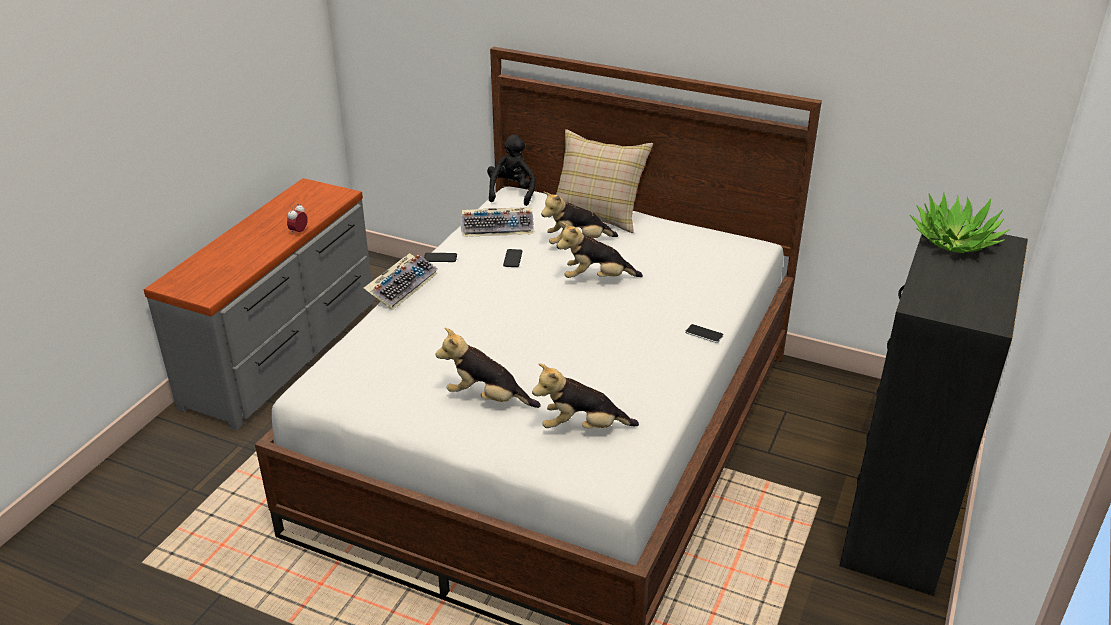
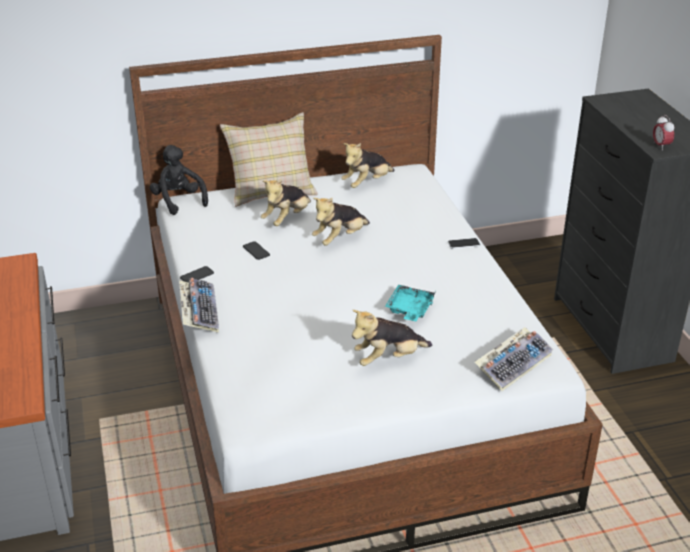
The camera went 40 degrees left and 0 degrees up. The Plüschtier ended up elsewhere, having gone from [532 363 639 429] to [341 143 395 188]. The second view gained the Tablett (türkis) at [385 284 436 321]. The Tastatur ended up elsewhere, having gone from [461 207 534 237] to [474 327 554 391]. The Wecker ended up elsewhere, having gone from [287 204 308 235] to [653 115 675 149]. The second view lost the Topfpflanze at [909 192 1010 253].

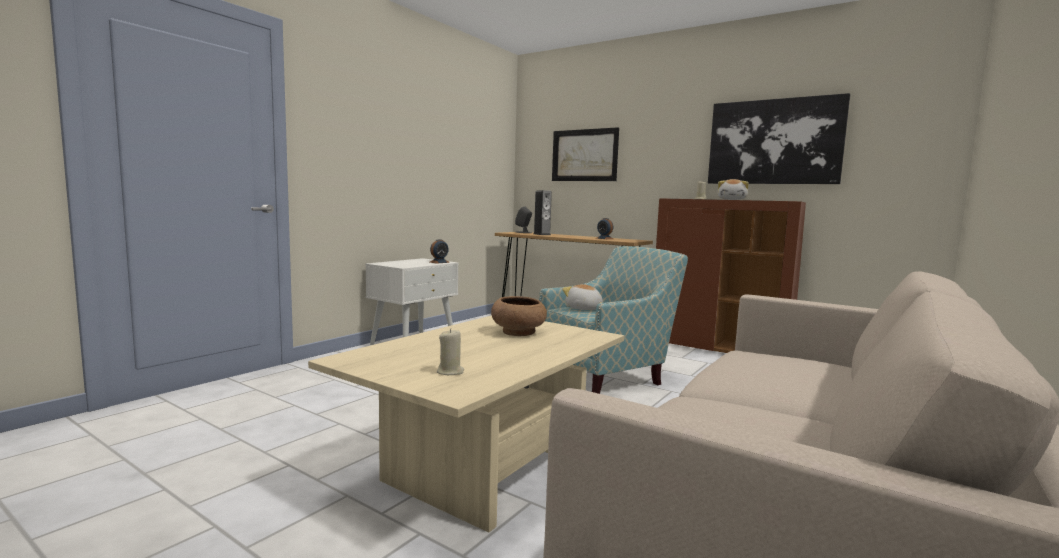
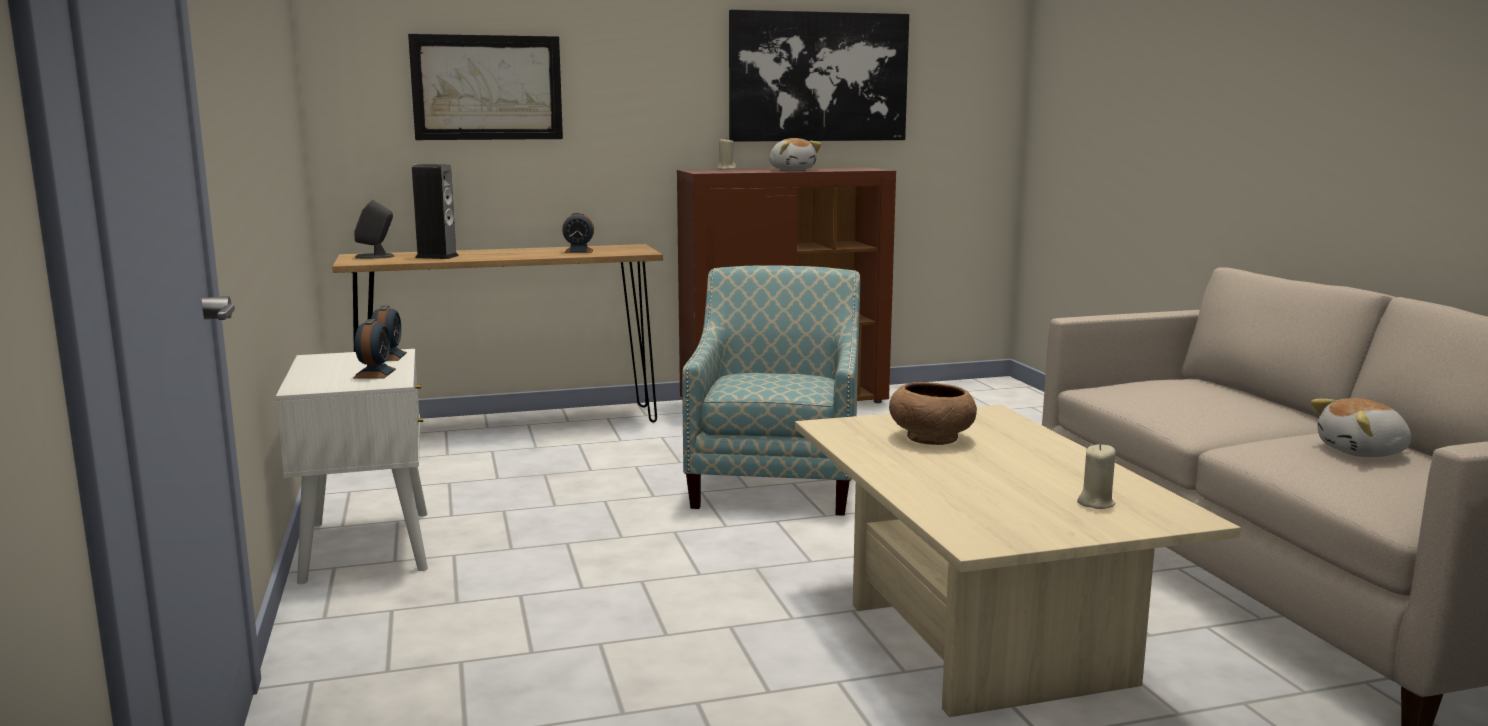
The camera went 50 degrees left and 5 degrees up. The second view gained the Wecker at [353 319 396 378]. The Plüschtier ended up elsewhere, having gone from [562 284 603 310] to [1311 398 1411 457].

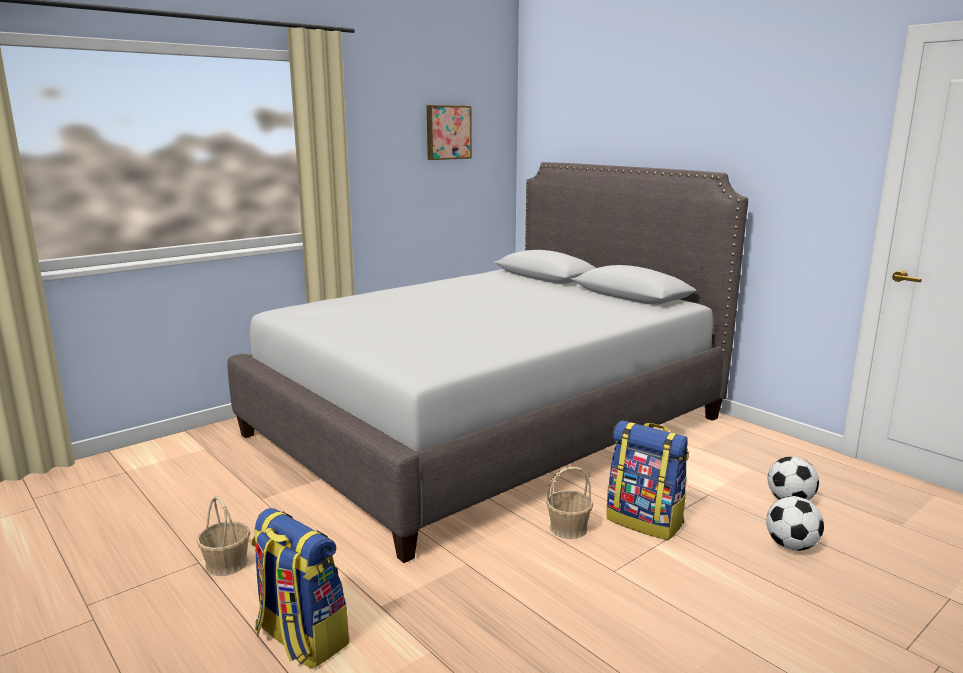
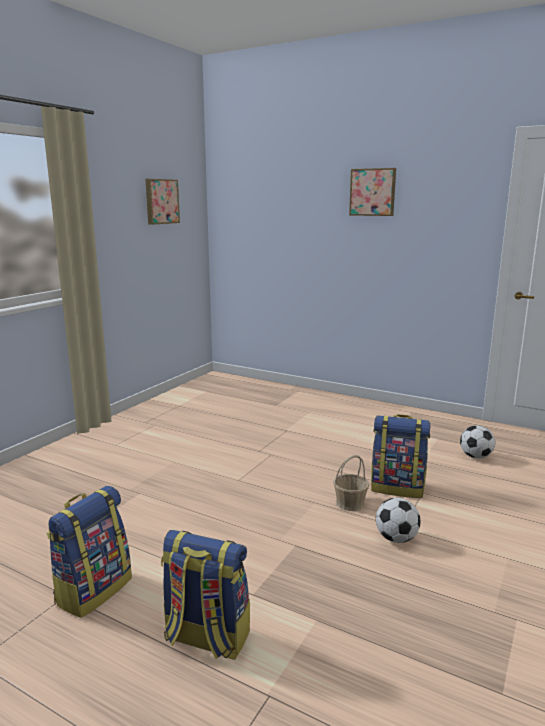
The camera went 20 degrees left and 0 degrees up. Where the Korb stood at [196 496 251 576], the Rucksack came to stand at [47 486 132 618]. The second view gained the Bild at [349 168 396 216]. The Fußball ended up elsewhere, having gone from [766 496 824 551] to [376 498 421 543]. The second view lost the Bett (grau) at [227 162 748 563].

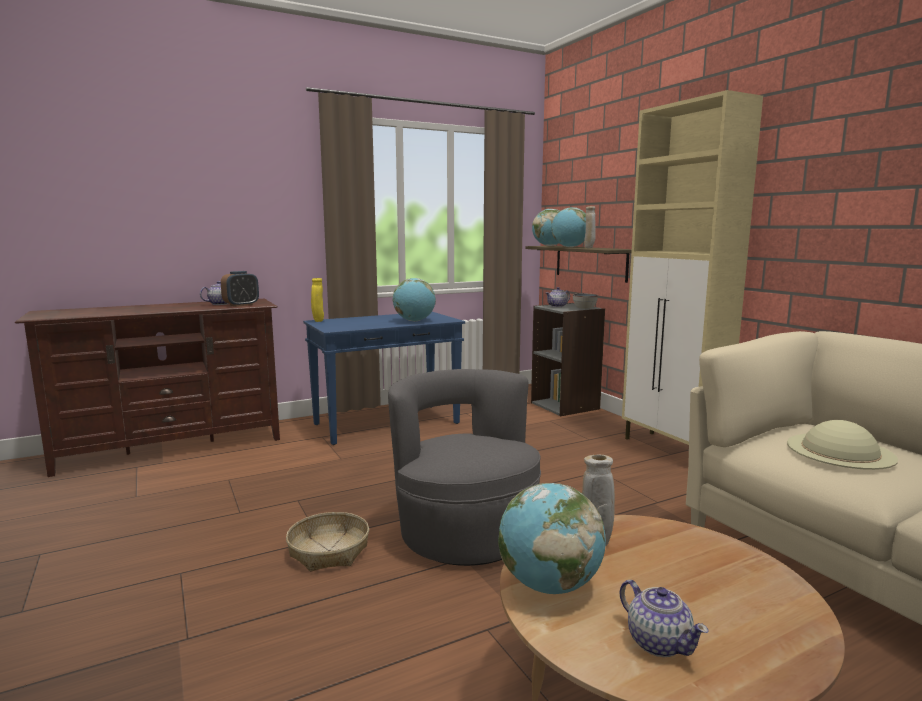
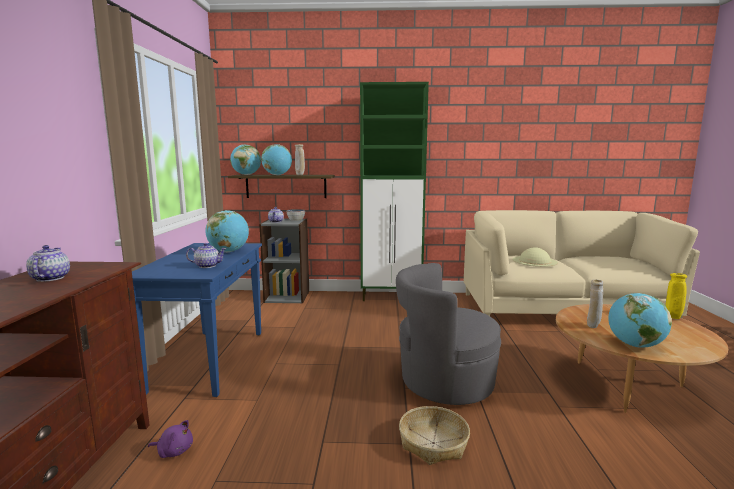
The camera went 60 degrees left and 0 degrees up. The second view gained the Plüschtier (lila) at [148 420 193 458]. The Teekanne ended up elsewhere, having gone from [619 580 709 657] to [186 243 227 268]. What was the Schrank (beige) at [622 90 763 445] turned into the Schrank (grün) at [360 82 429 301]. The Vase (gelb) ended up elsewhere, having gone from [311 278 324 322] to [665 273 687 319]. The second view lost the Wecker at [221 271 259 307].

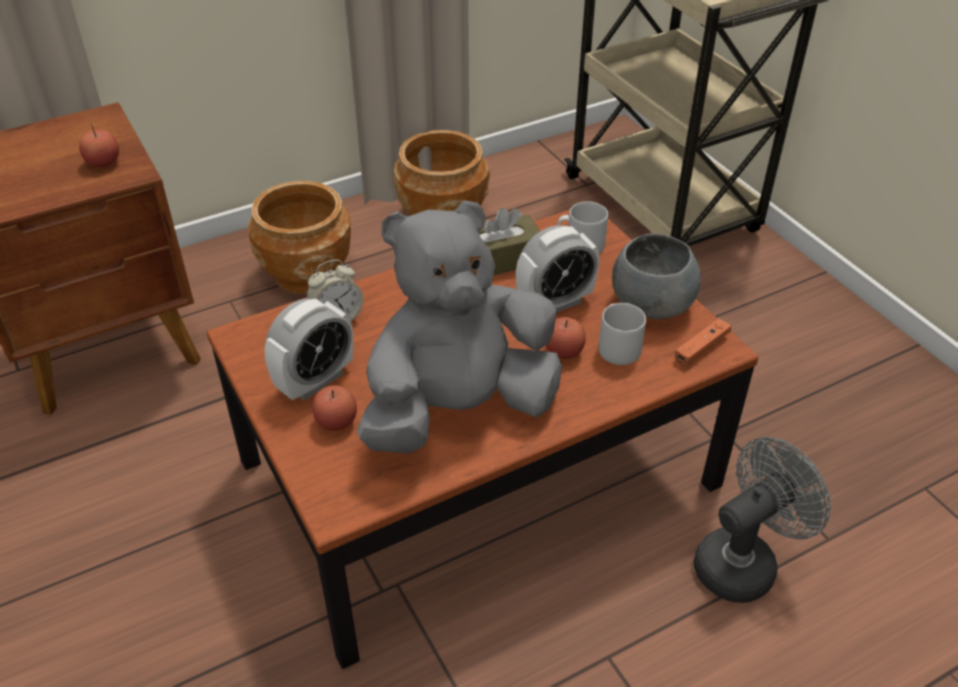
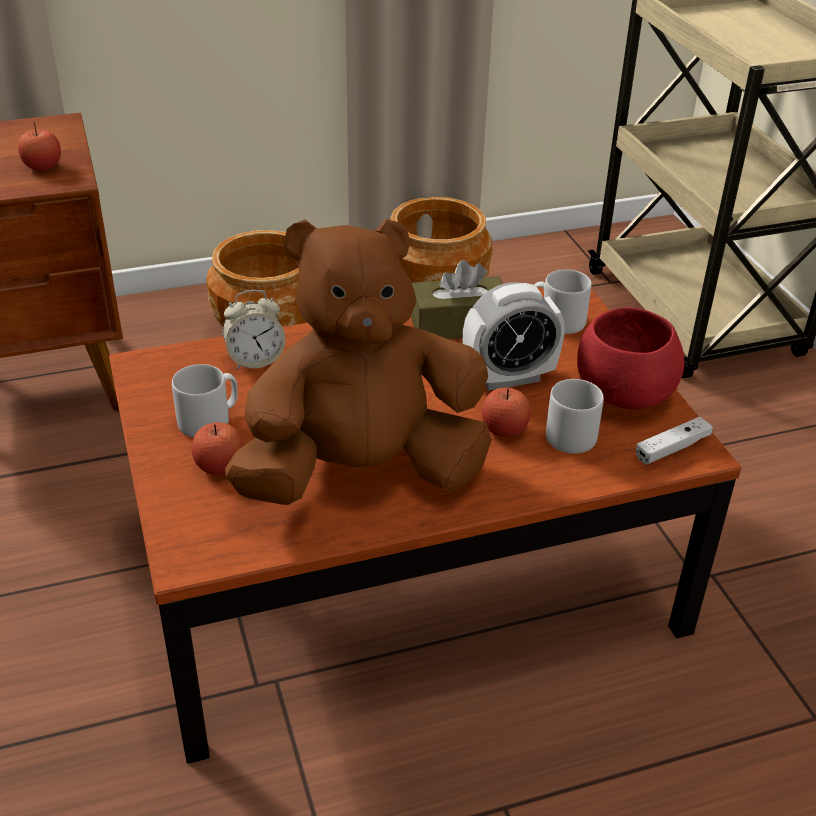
The camera went 10 degrees right and 5 degrees down. Where the Wecker stood at [264 298 353 400], the Henkelbecher (grau) came to stand at [172 364 238 438]. What was the Plüschtier (grau) at [357 200 562 453] turned into the Plüschtier (braun) at [225 219 492 505]. What was the Schüssel (grau) at [612 234 701 319] turned into the Schüssel (rot) at [577 307 684 409]. What was the Gamepad (orange) at [675 318 731 366] turned into the Gamepad (weiß) at [636 417 713 465]. The second view lost the Ventilator (grau) at [693 437 831 603].

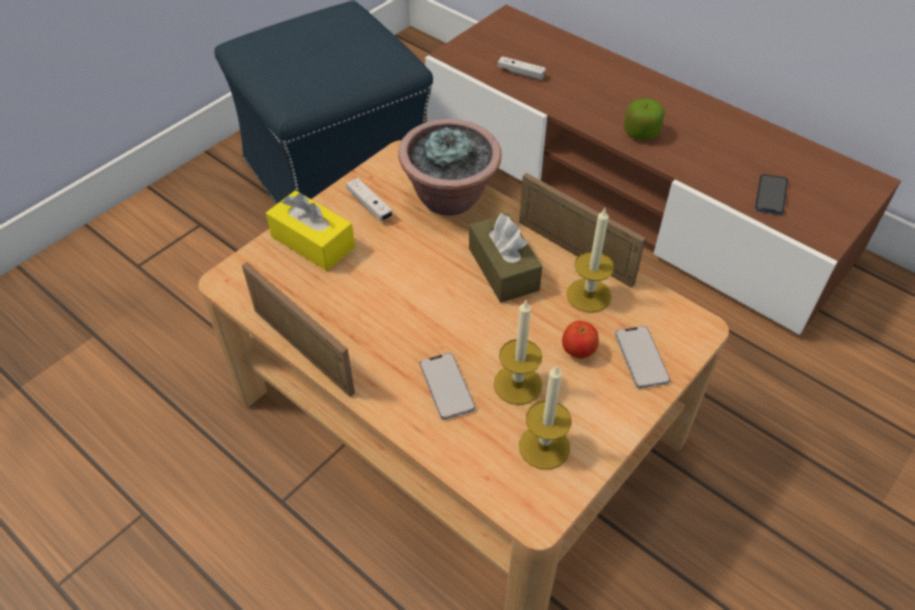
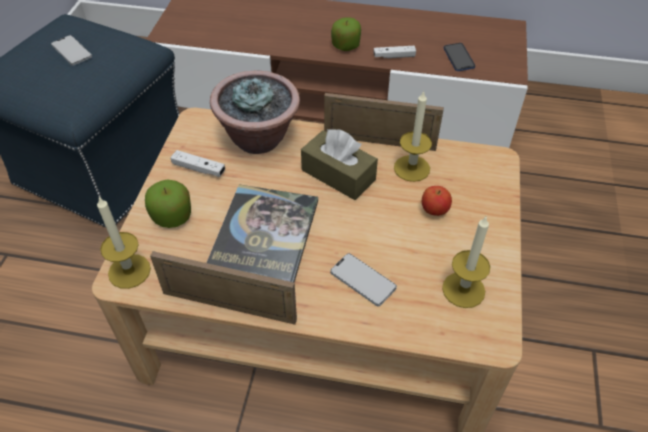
The camera went 30 degrees left and 0 degrees up. The Handy ended up elsewhere, having gone from [615 326 670 389] to [51 35 92 66]. The Kerze ended up elsewhere, having gone from [494 300 542 405] to [97 197 151 289]. Where the Taschentuchbox (gelb) stood at [266 190 355 271], the Apfel came to stand at [145 179 191 228]. The second view gained the Buch at [207 185 318 283]. The Gamepad (weiß) ended up elsewhere, having gone from [498 56 546 80] to [373 46 416 58].

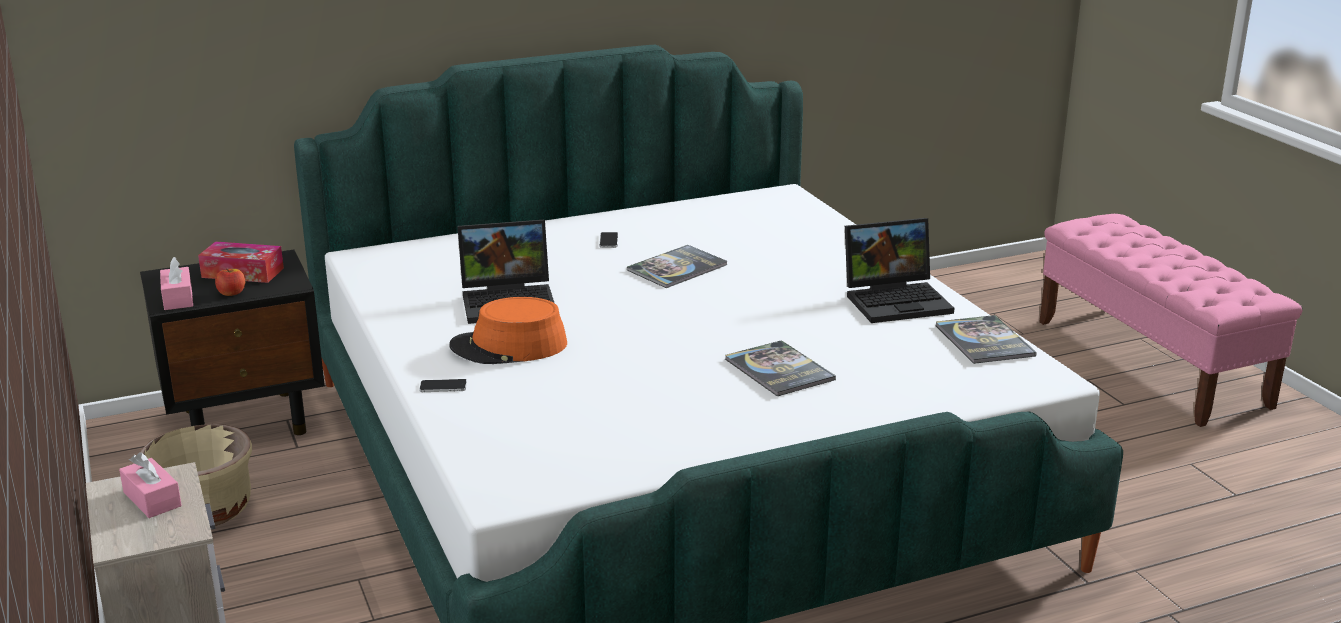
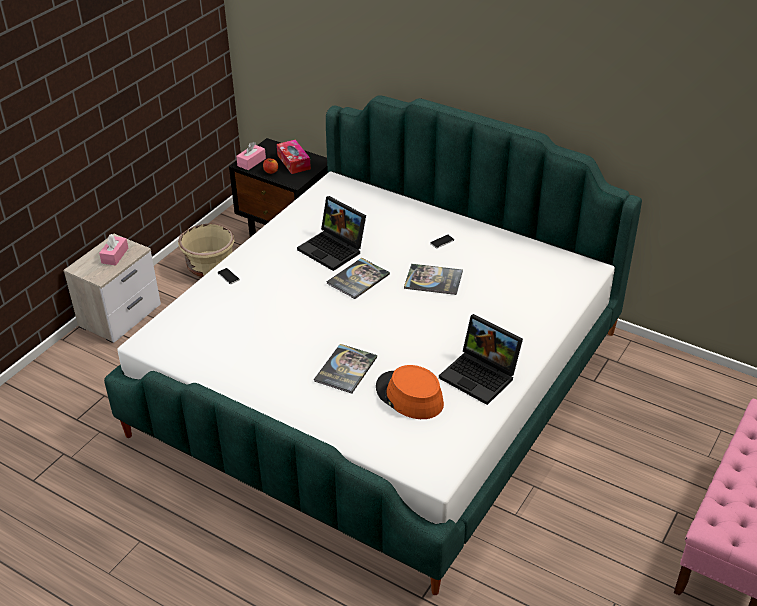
The camera went 55 degrees right and 15 degrees up. The Buch ended up elsewhere, having gone from [935 315 1037 364] to [326 258 390 299]. The Hut (orange) ended up elsewhere, having gone from [449 297 567 364] to [376 365 444 419].

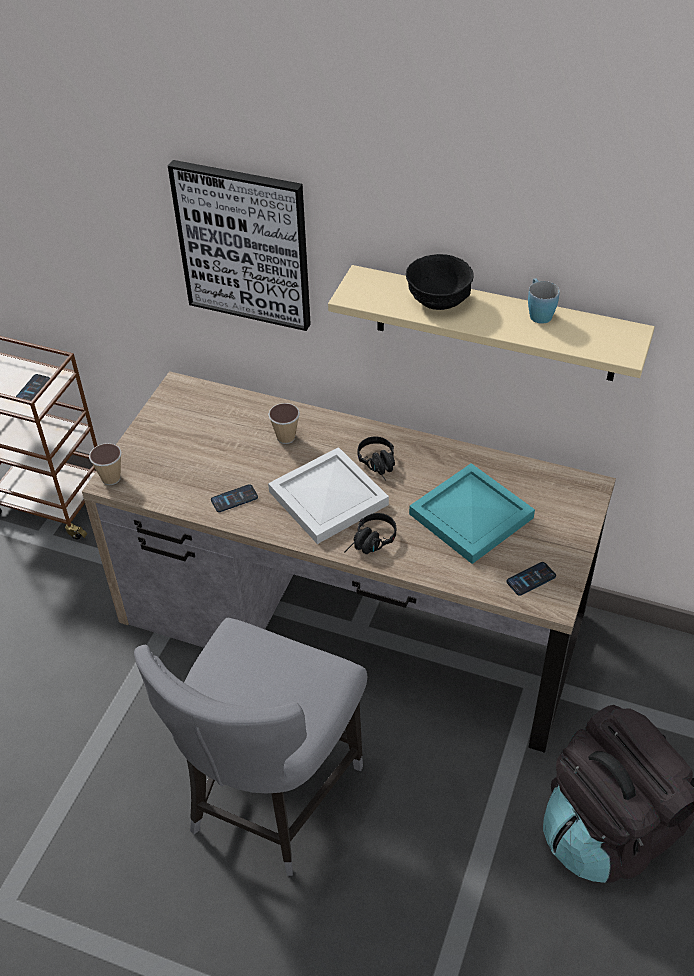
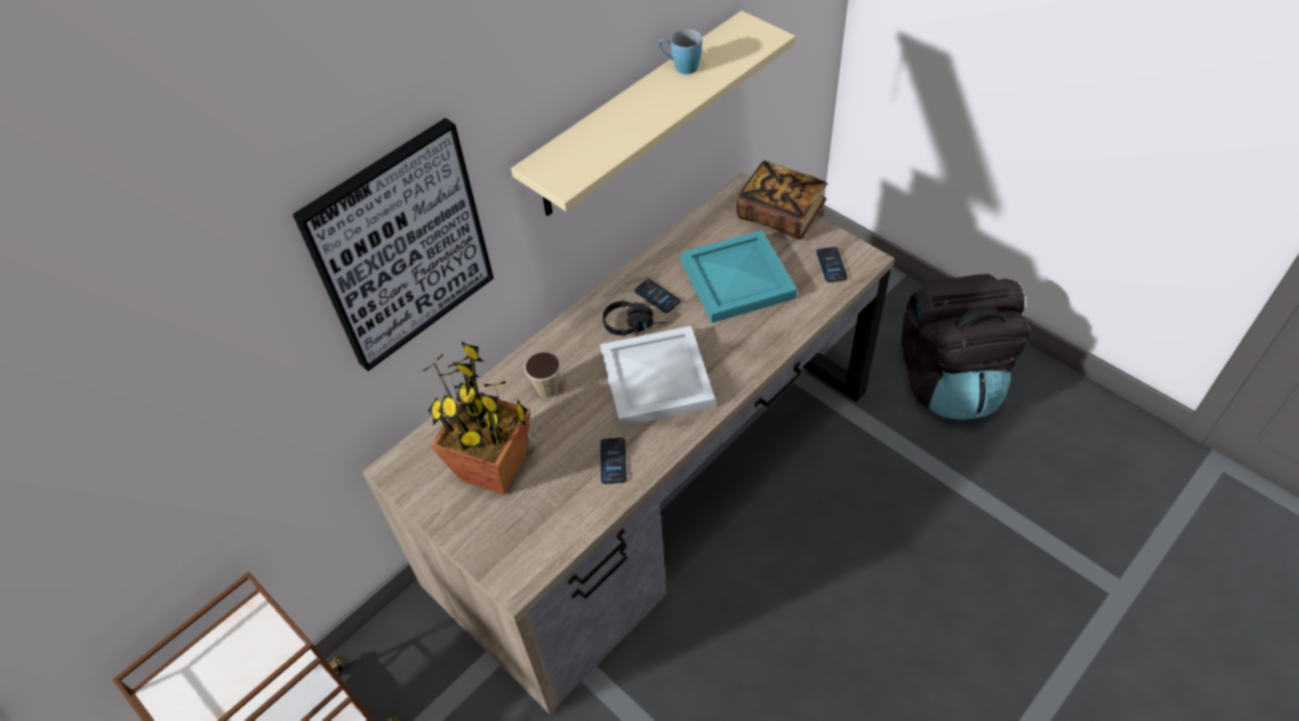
The camera went 65 degrees left and 5 degrees up. The second view gained the Topfpflanze at [422 341 530 495]. The Handy ended up elsewhere, having gone from [16 374 50 401] to [635 279 681 313]. The second view gained the Buch at [736 161 827 240]. The second view lost the Tasse at [89 443 121 485]. The second view lost the Stuhl (grau) at [134 618 367 876]. The second view lost the Kopfhörer (schwarz) at [344 513 396 554]. The second view lost the Schüssel (schwarz) at [406 254 474 310].

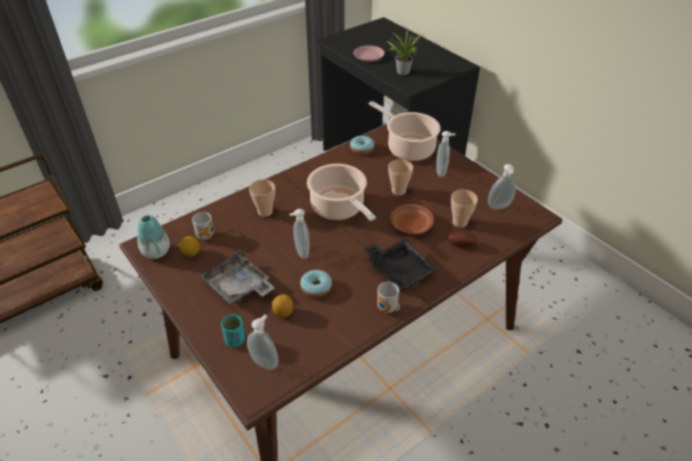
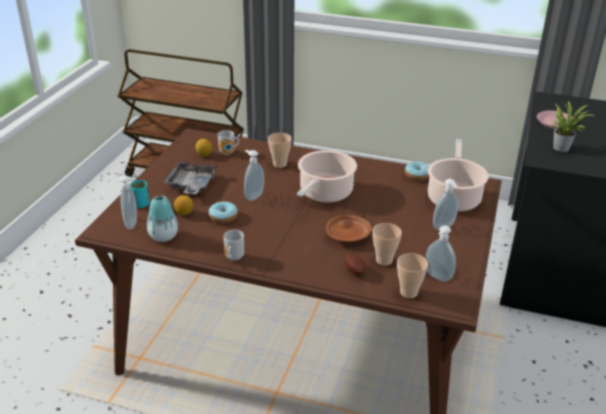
The camera went 55 degrees right and 10 degrees down. The Vase ended up elsewhere, having gone from [137 215 170 259] to [147 195 178 242]. The Tasse ended up elsewhere, having gone from [388 159 413 196] to [397 253 428 298]. The second view lost the Tablett (schwarz) at [363 239 437 292].

